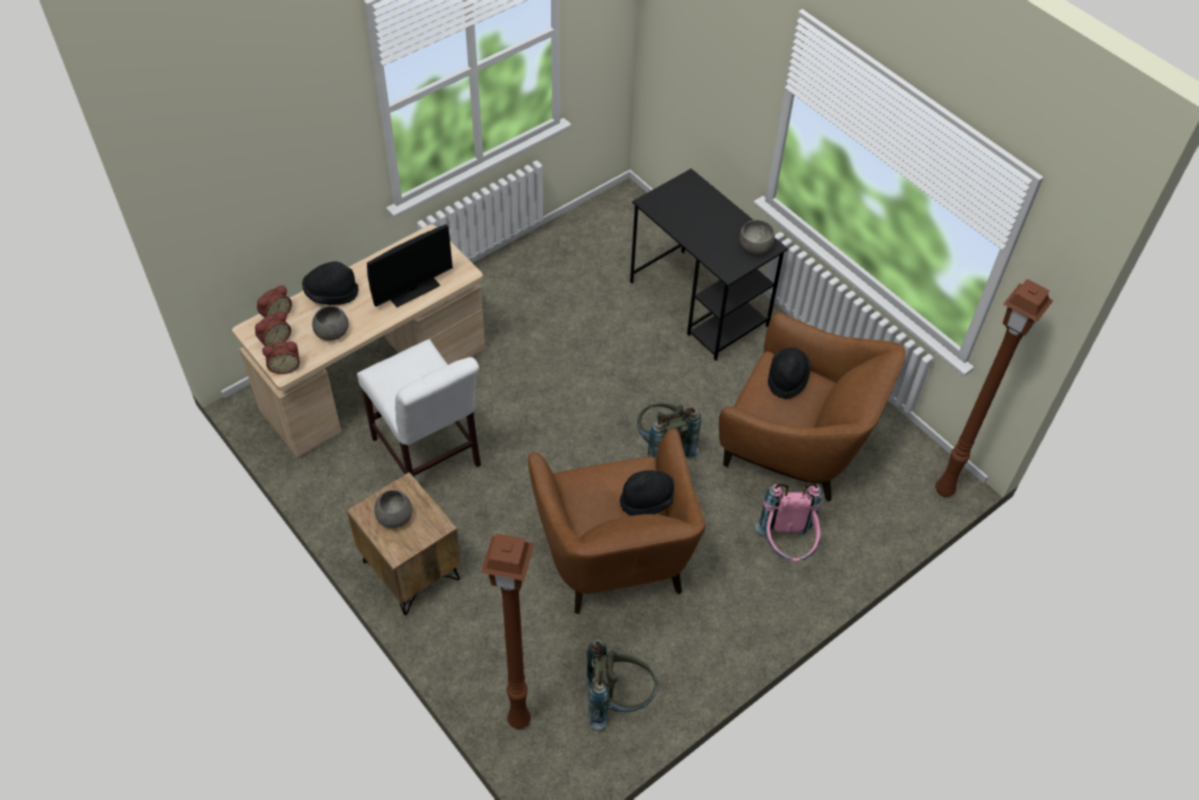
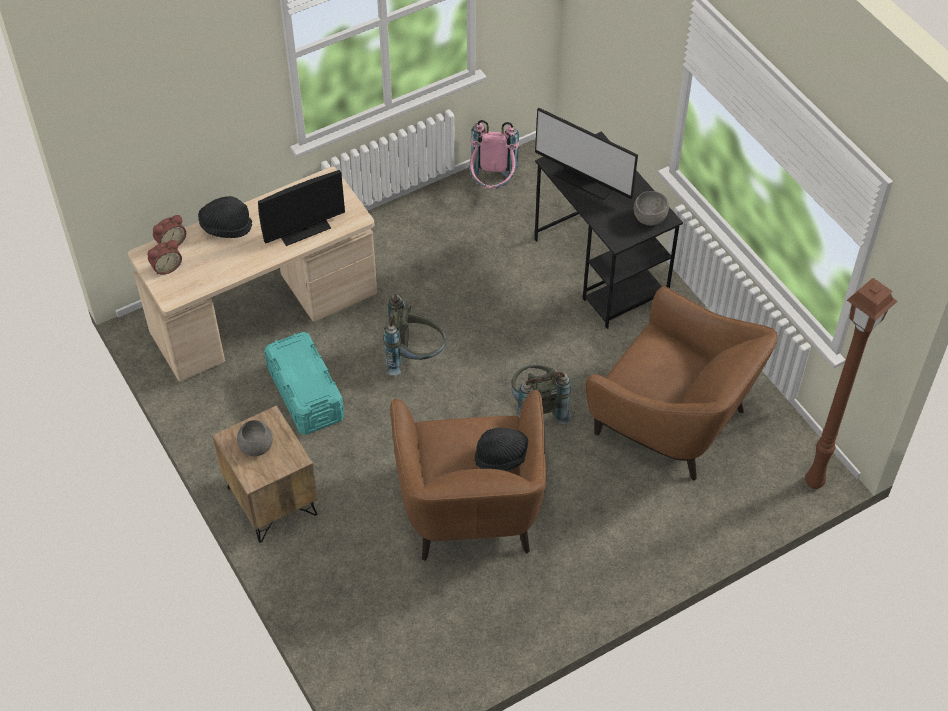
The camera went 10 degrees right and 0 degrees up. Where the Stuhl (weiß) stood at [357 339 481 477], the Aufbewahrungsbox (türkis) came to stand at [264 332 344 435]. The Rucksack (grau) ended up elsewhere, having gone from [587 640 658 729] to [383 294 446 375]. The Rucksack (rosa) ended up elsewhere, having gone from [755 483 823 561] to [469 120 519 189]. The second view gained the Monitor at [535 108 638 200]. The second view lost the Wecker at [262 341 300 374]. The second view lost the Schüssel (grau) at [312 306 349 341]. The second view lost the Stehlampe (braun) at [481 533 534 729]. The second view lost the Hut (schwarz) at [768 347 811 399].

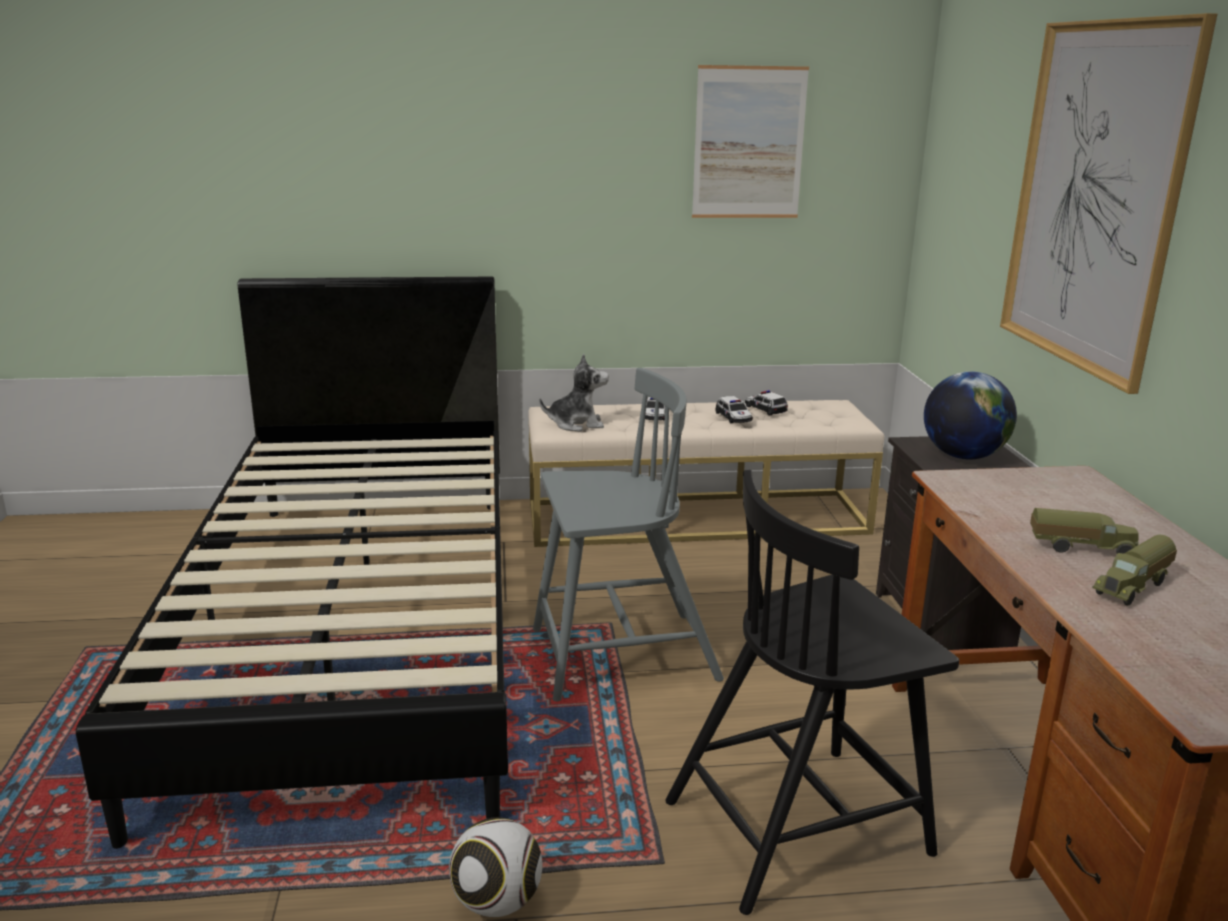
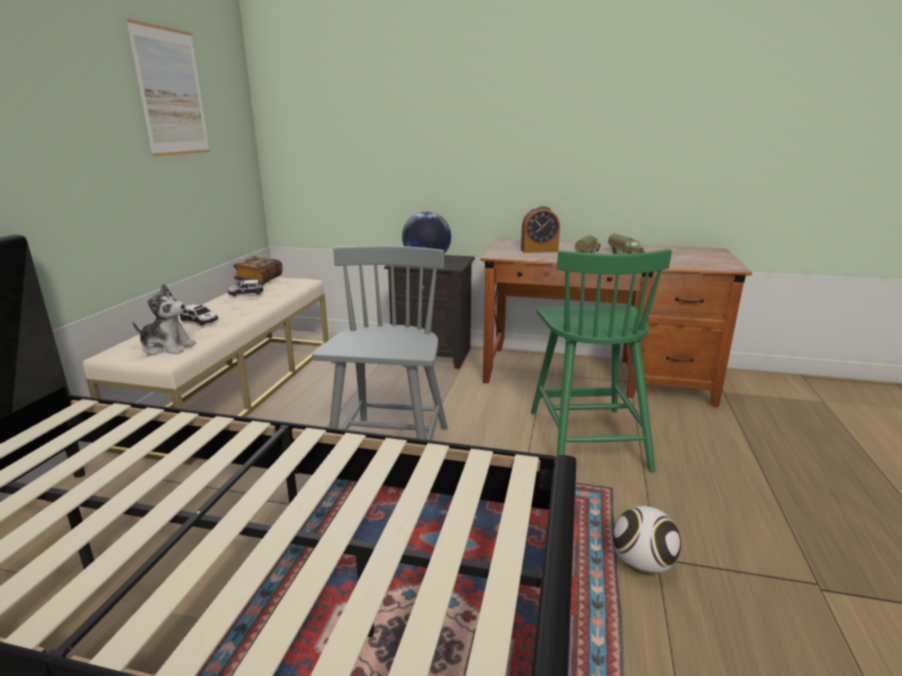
The camera went 70 degrees left and 0 degrees up. The Plüschtier at [539 354 609 431] ended up facing another way, 90 degrees clockwise from before. The second view gained the Buch at [233 256 282 285]. The second view gained the Wecker at [521 206 560 253]. What was the Stuhl (schwarz) at [665 470 959 915] turned into the Stuhl (grün) at [531 249 672 472]. The second view lost the Spielzeugauto at [715 396 753 423]. The second view lost the Bild at [1000 13 1217 394].

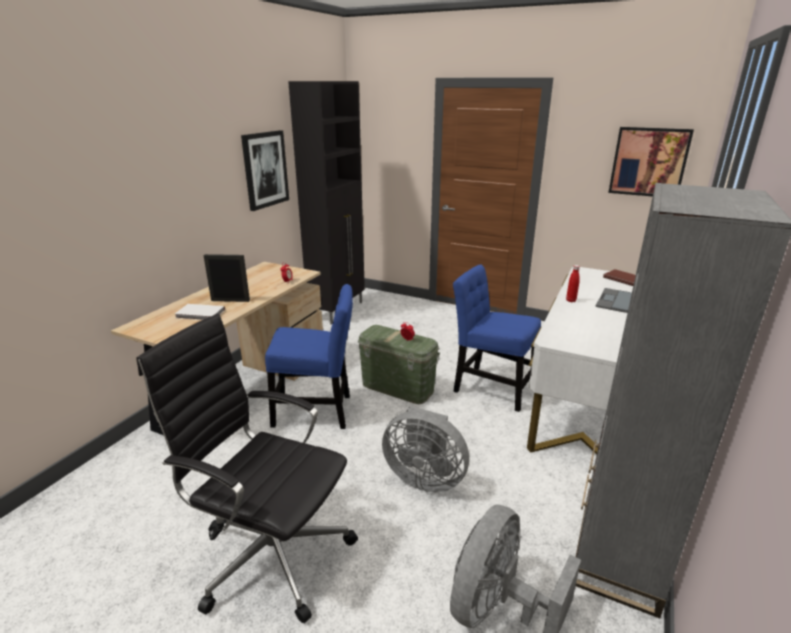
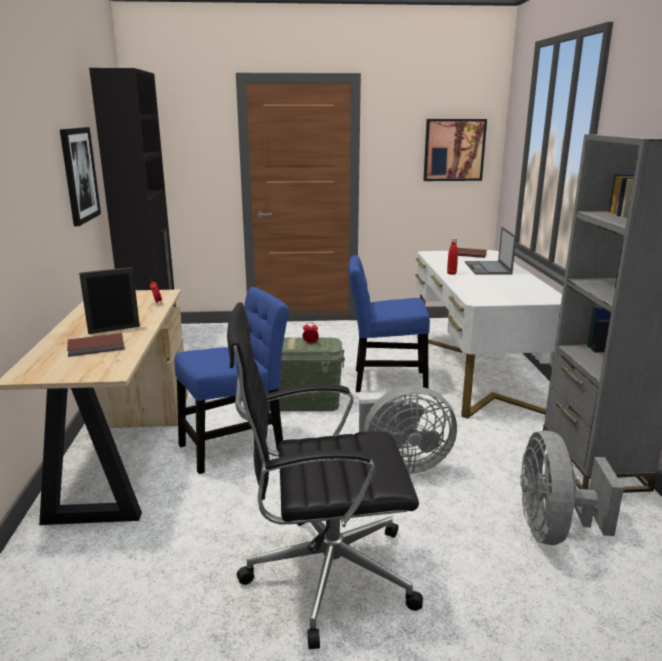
The camera went 30 degrees left and 5 degrees down. What was the Buch (weiß) at [175 304 225 320] turned into the Buch (braun) at [67 333 125 357].

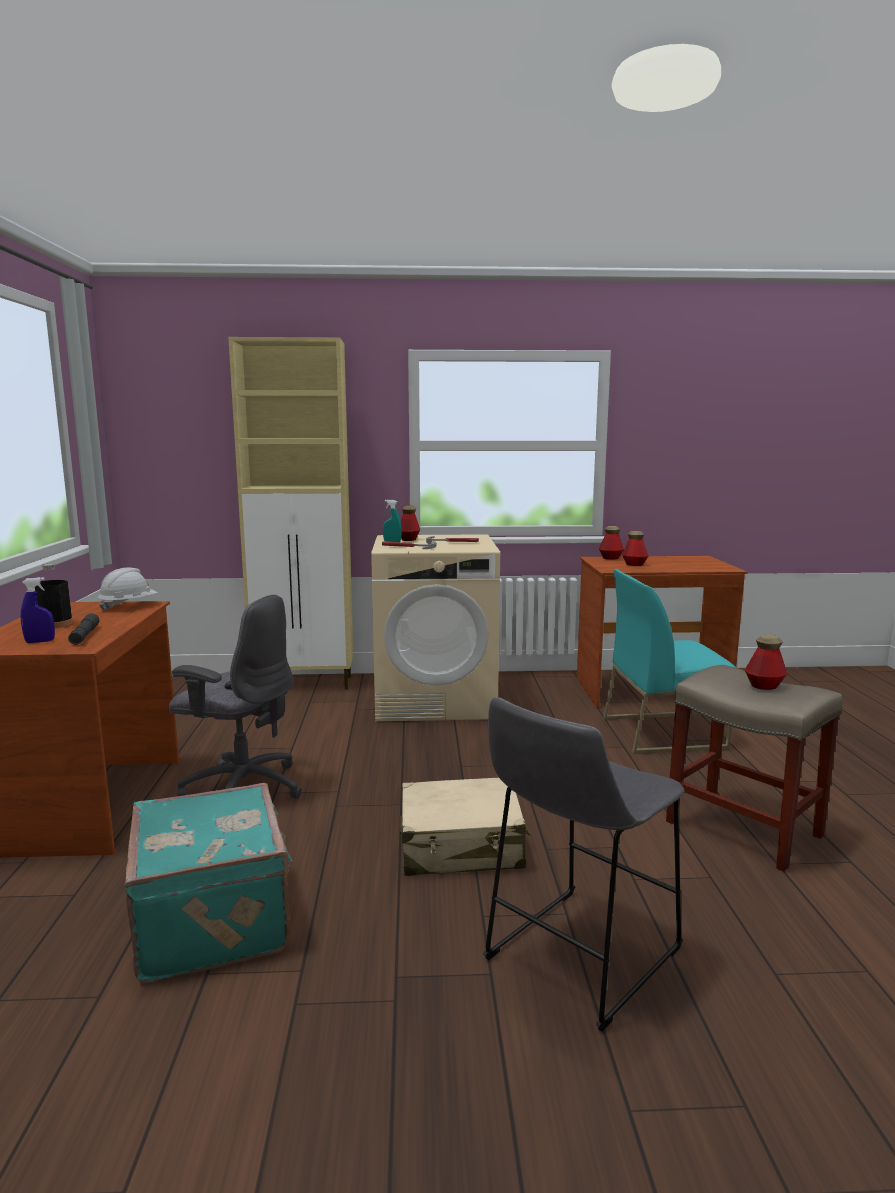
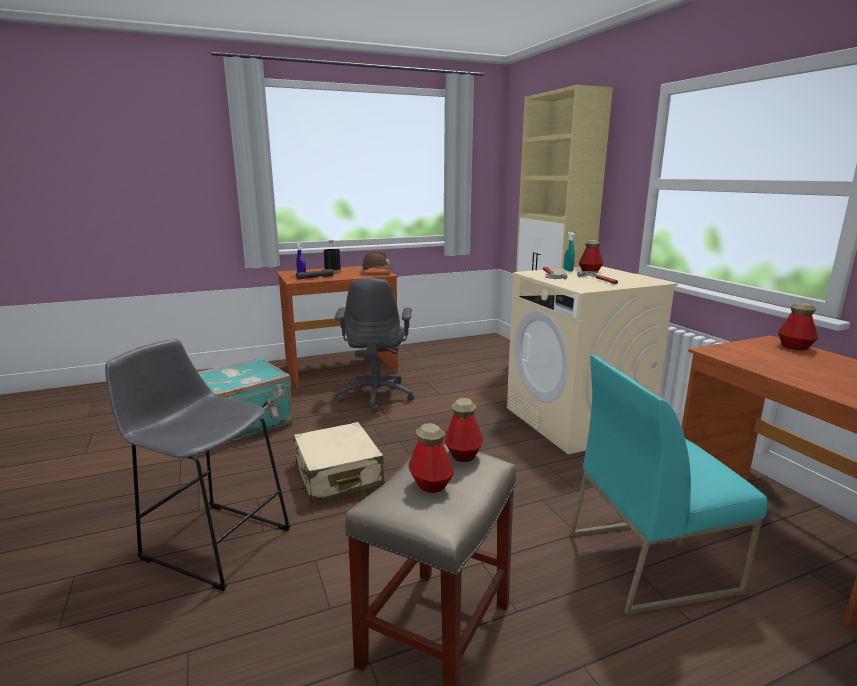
The camera went 70 degrees right and 5 degrees up. What was the Schutzhelm (weiß) at [98 568 158 611] turned into the Schutzhelm (braun) at [361 250 394 272]. The Flasche ended up elsewhere, having gone from [622 531 648 566] to [444 398 484 462]. The Stuhl (türkis) at [603 569 736 754] ended up facing another way, 75 degrees counterclockwise from before.

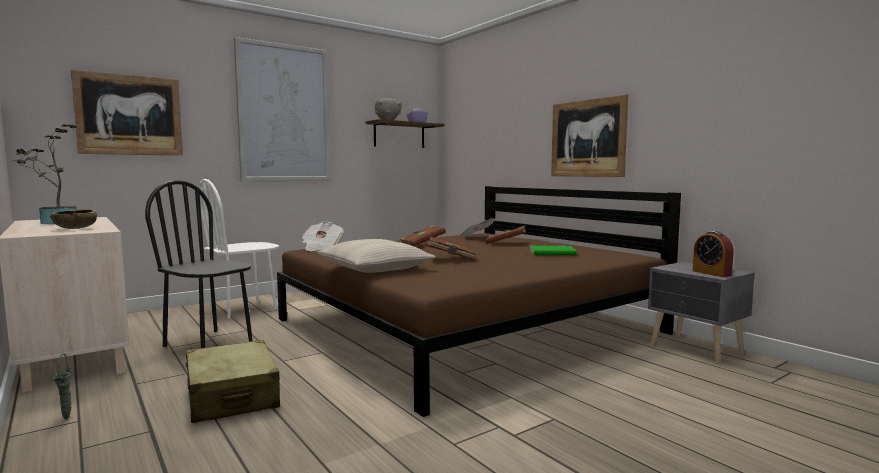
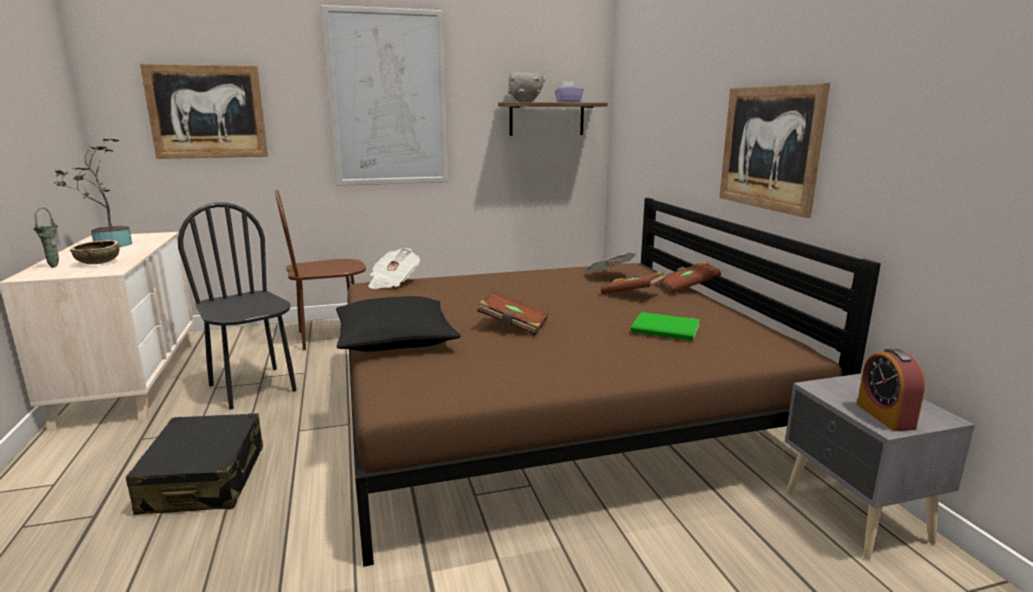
The camera went 20 degrees right and 10 degrees up. The Vase (grün) ended up elsewhere, having gone from [52 353 73 419] to [33 207 59 268]. What was the Koffer (beige) at [186 340 280 423] turned into the Koffer (schwarz) at [126 413 263 515]. What was the Stuhl (weiß) at [198 179 279 318] turned into the Stuhl (braun) at [275 190 366 350]. What was the Kissen (beige) at [316 239 436 273] turned into the Kissen (schwarz) at [336 296 461 351]. The Buch (braun) ended up elsewhere, having gone from [400 225 446 246] to [660 261 721 293].

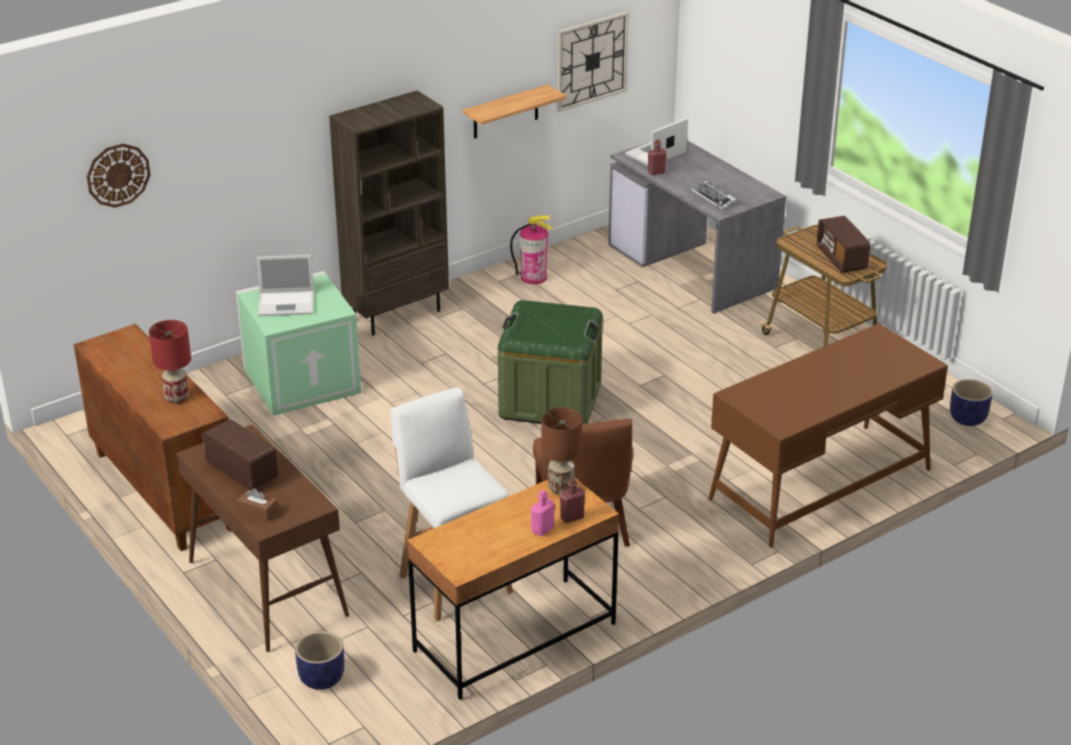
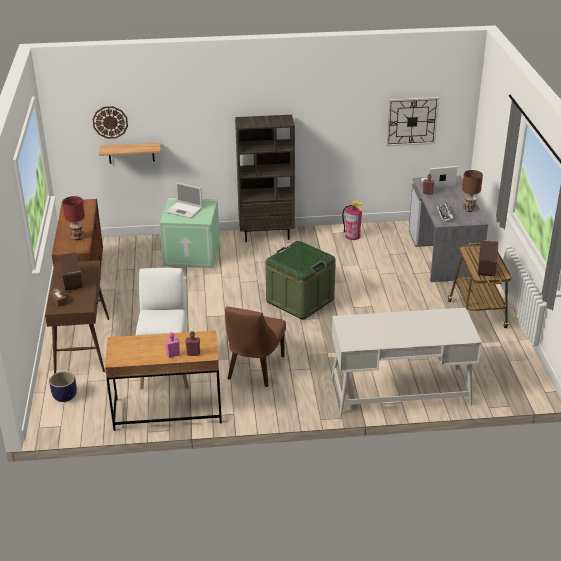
The camera went 30 degrees right and 0 degrees up. The Wandregal ended up elsewhere, having gone from [463 84 567 139] to [99 143 161 164]. What was the Schreibtisch (braun) at [708 323 948 548] turned into the Schreibtisch (weiß) at [331 308 482 415]. The Tischlampe (braun) ended up elsewhere, having gone from [541 407 582 495] to [462 170 483 212]. The second view lost the Pflanzkübel at [950 379 993 426].

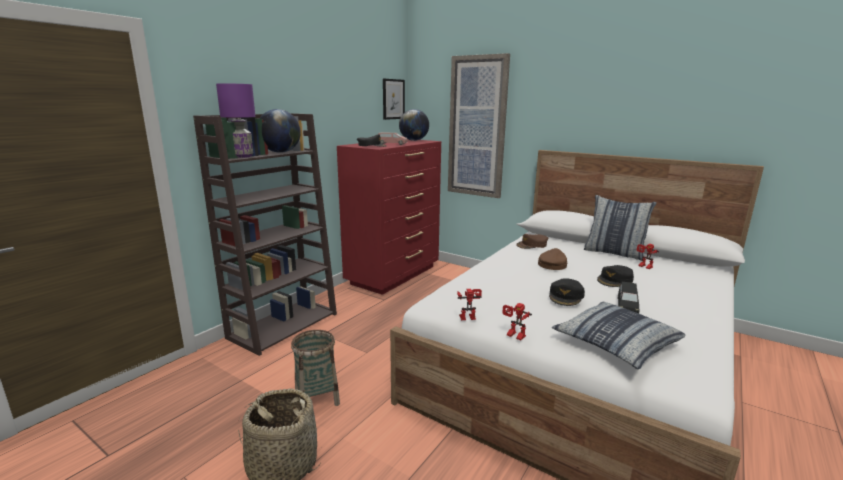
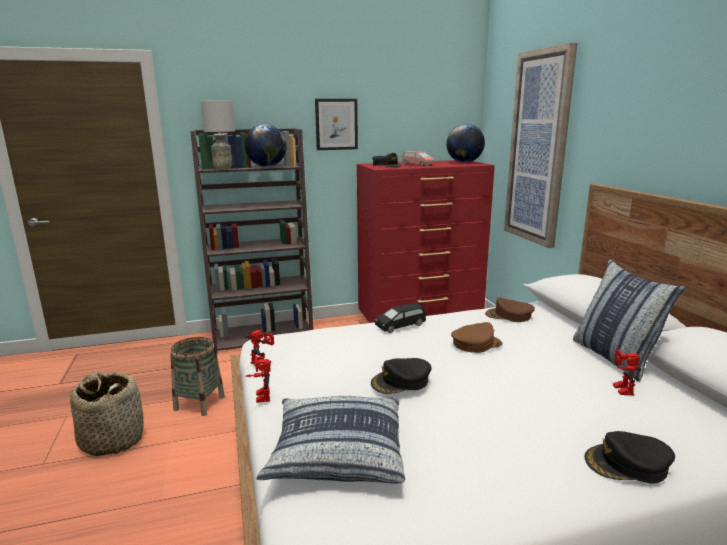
The camera went 40 degrees right and 0 degrees up. What was the Tischlampe (lila) at [216 83 255 158] turned into the Tischlampe (grau) at [201 101 235 169]. The Bild ended up elsewhere, having gone from [383 79 405 120] to [315 99 358 150]. The Spielzeugauto (schwarz) ended up elsewhere, having gone from [618 282 639 313] to [375 303 426 333]. The Kappe (schwarz) ended up elsewhere, having gone from [597 265 634 287] to [585 431 675 483].

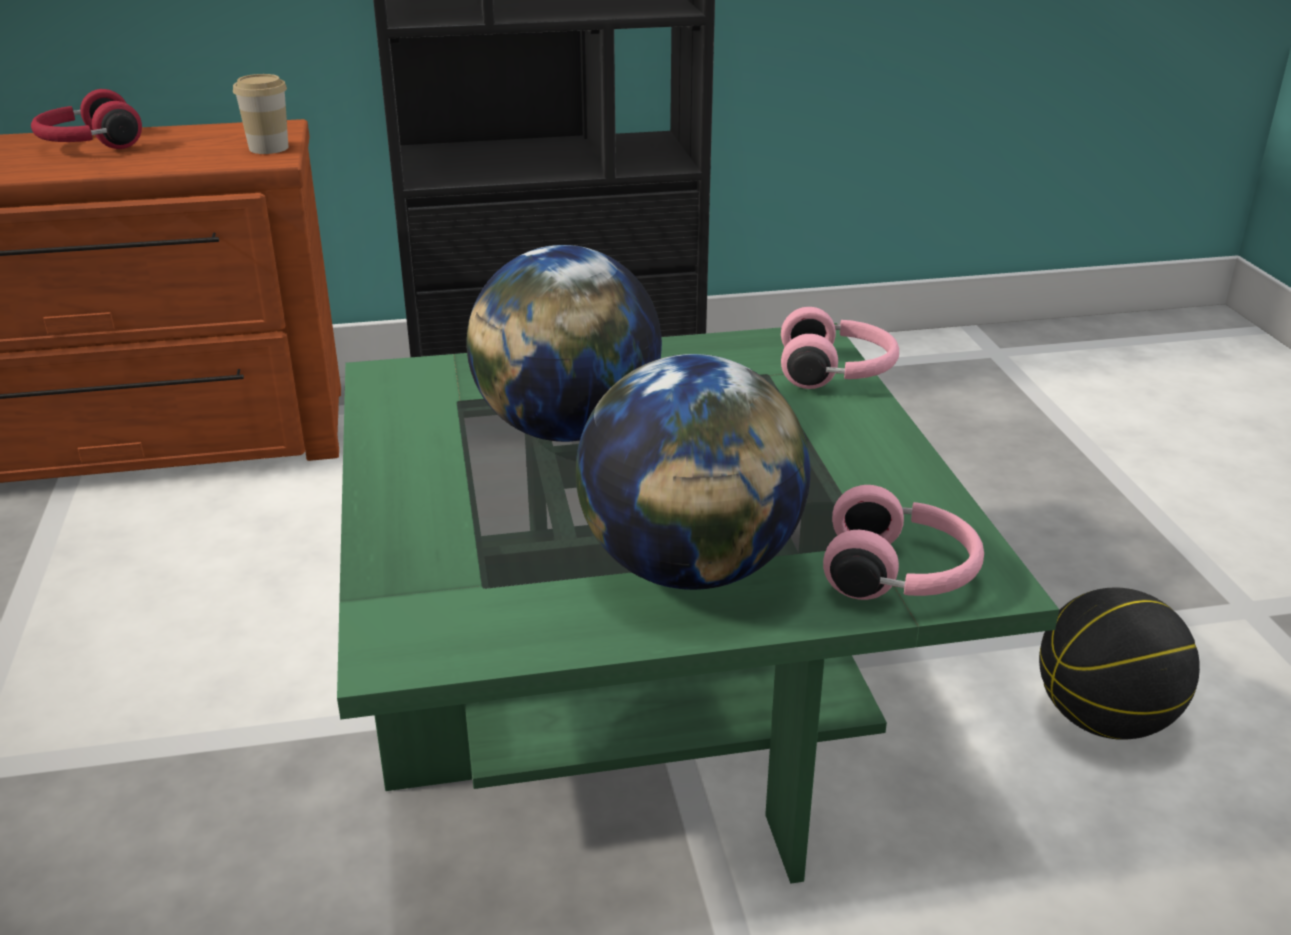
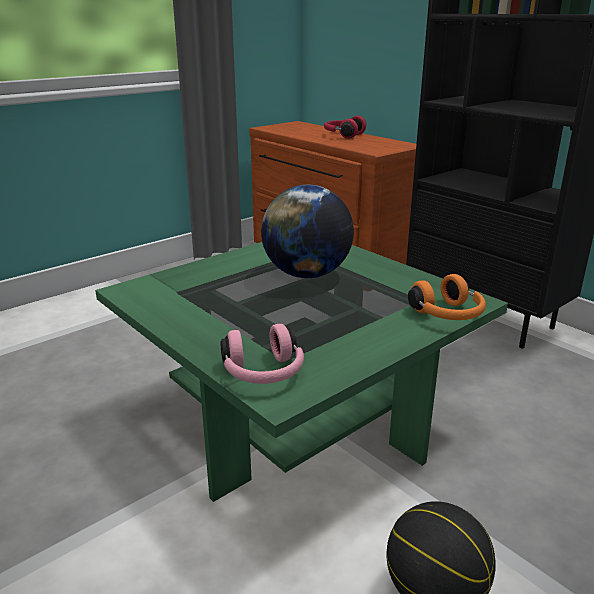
The camera went 60 degrees right and 5 degrees down. What was the Kopfhörer (rosa) at [781 307 899 389] turned into the Kopfhörer (orange) at [408 274 486 320]. The second view lost the Tasse at [233 74 288 154]. The second view lost the Globus at [576 354 810 590].

